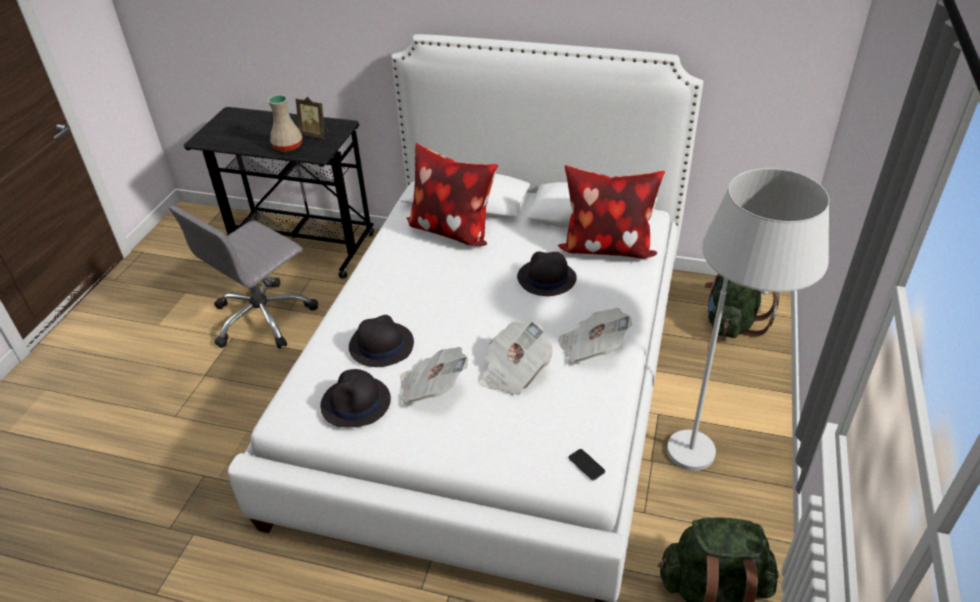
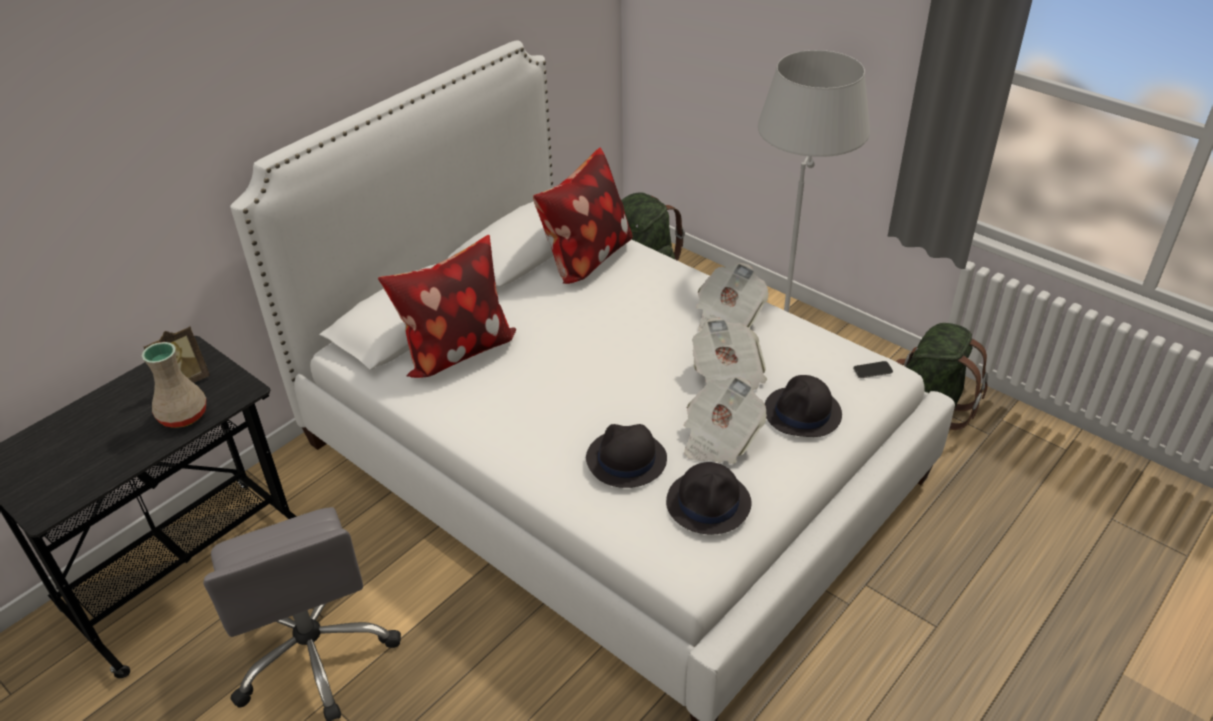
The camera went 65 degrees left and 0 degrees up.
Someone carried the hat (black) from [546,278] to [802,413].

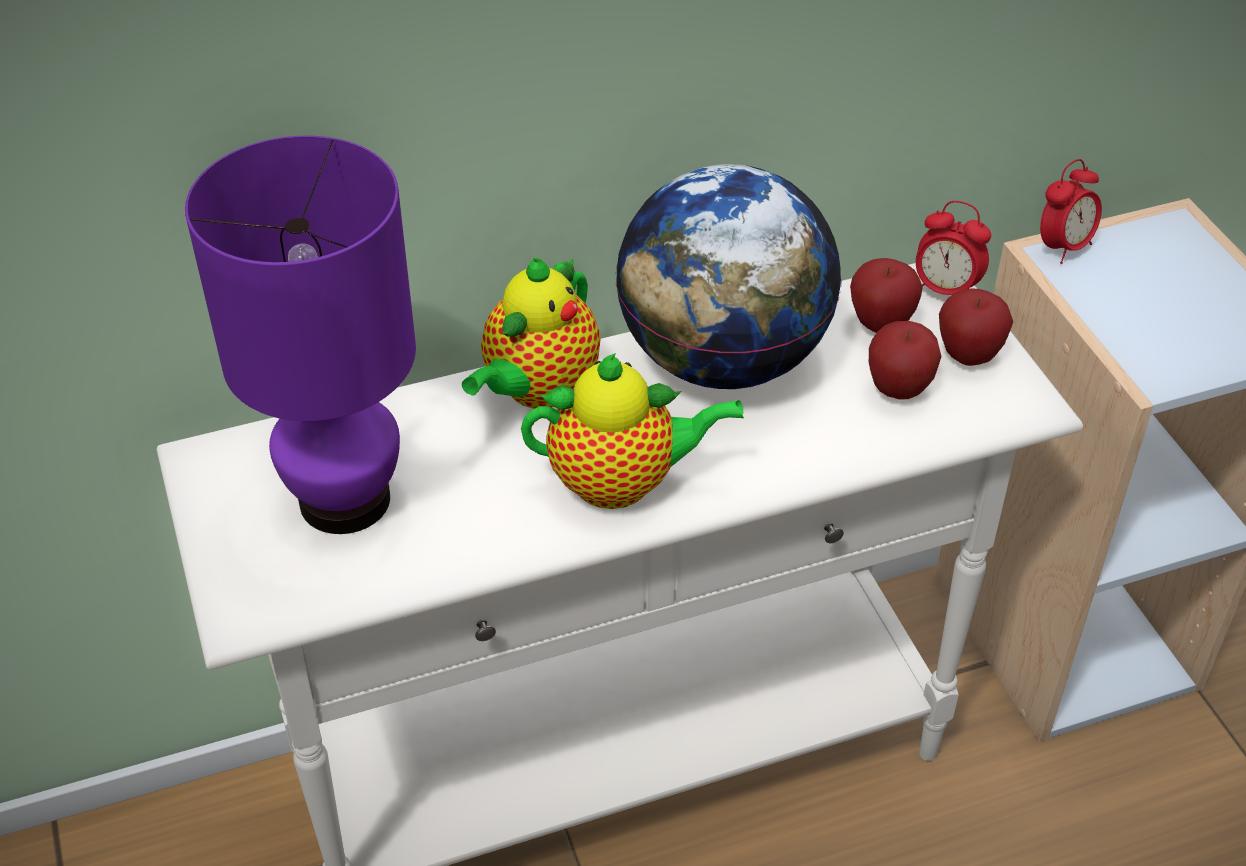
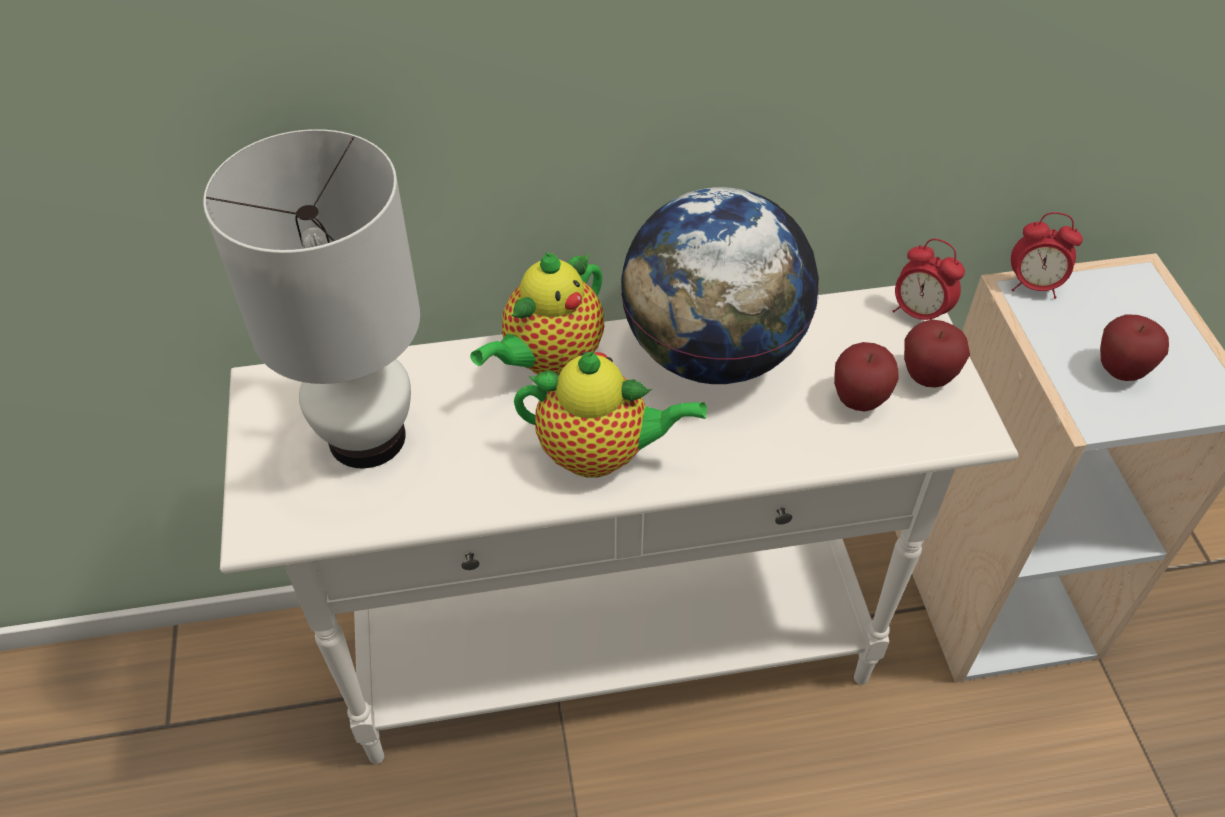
The camera went 10 degrees right and 5 degrees up.
Someone carried the apple from [880,324] to [1120,371].
Someone repainted the table lamp (purple) at [347,499], which became the table lamp (white) at [369,437].
Someone rotated the alarm clock at [1063,247] by 45 degrees clockwise.

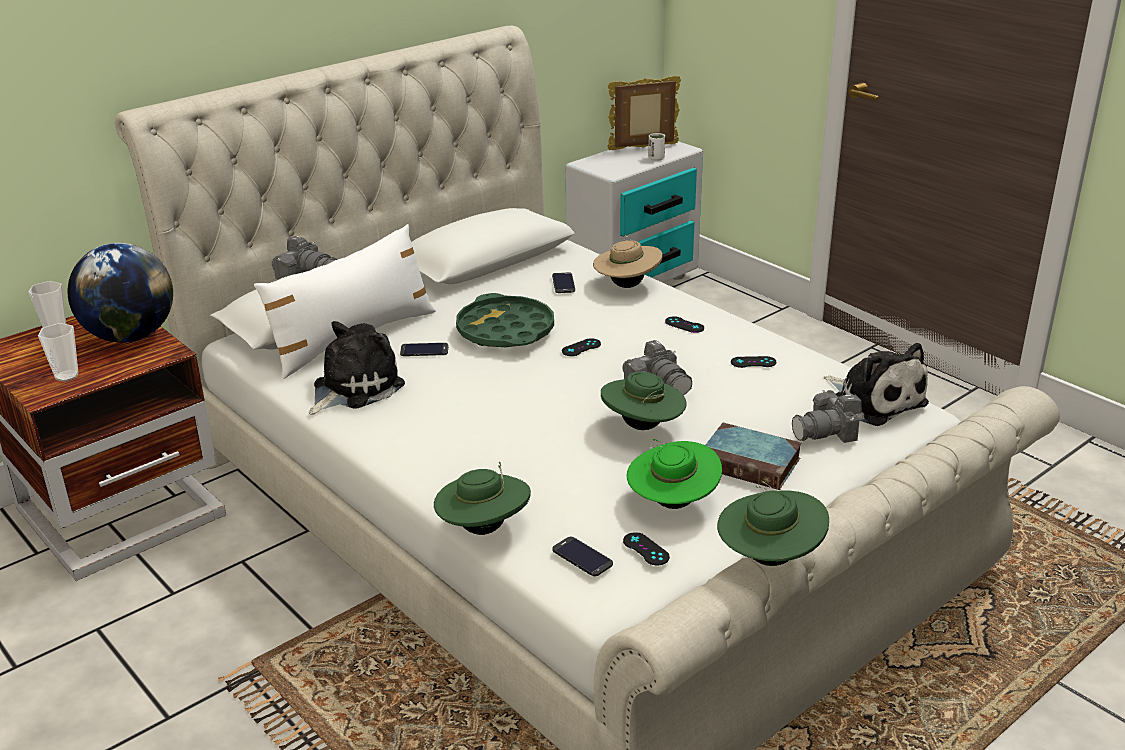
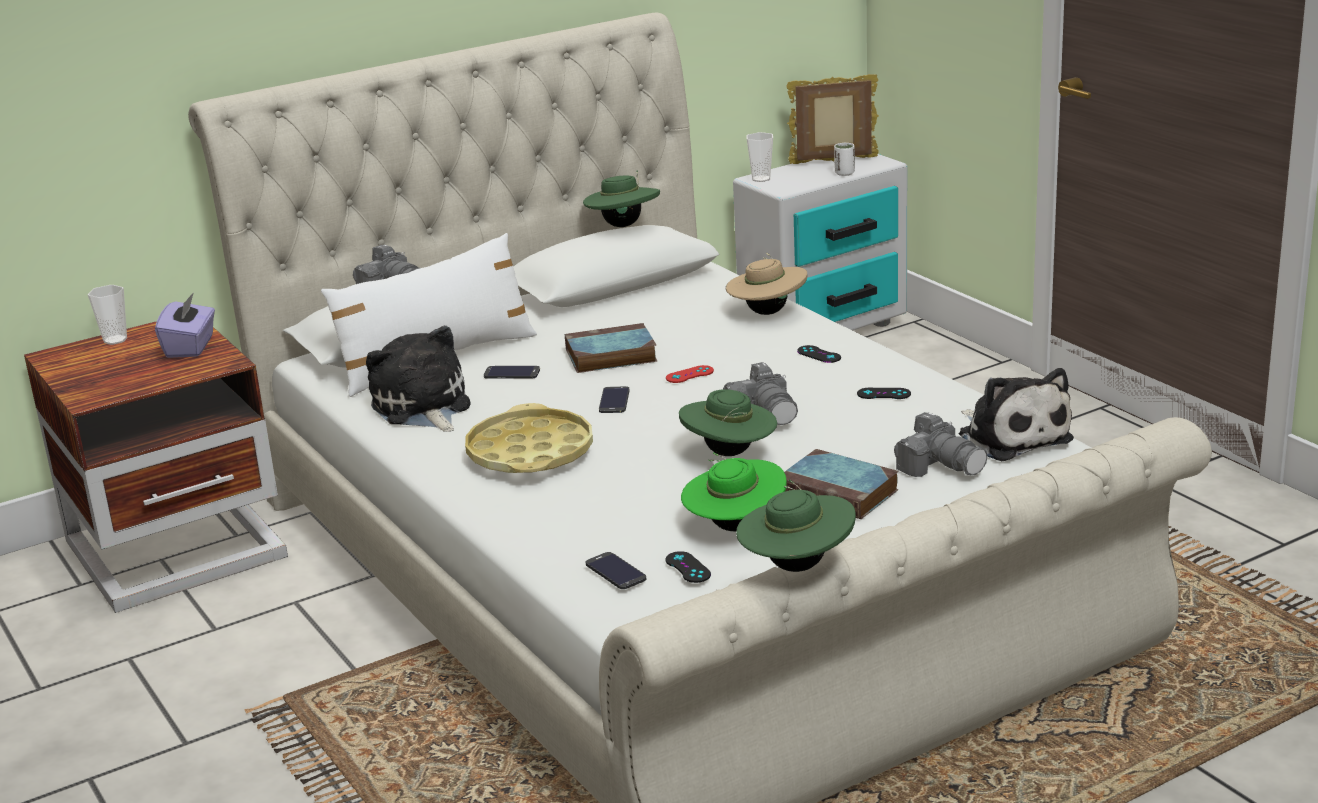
The camera went 10 degrees right and 5 degrees down.
Someone put down the tray (yellow) at [530,453].
Someone carried the cup from [67,376] to [761,179].
Someone carried the hat (green) from [483,528] to [623,225].
Someone carried the phone from [563,283] to [614,400].
Someone swapped the globe at [130,336] for the tissue box (purple) at [190,347].
Someone swapped the tray (green) at [505,331] for the book at [609,356].
Someone repainted the game controller (black) at [581,348], which became the game controller (red) at [689,374].
Someone rotated the plush toy at [353,388] by 75 degrees counterclockwise.
Someone rotated the photo camera at [827,432] by 120 degrees counterclockwise.

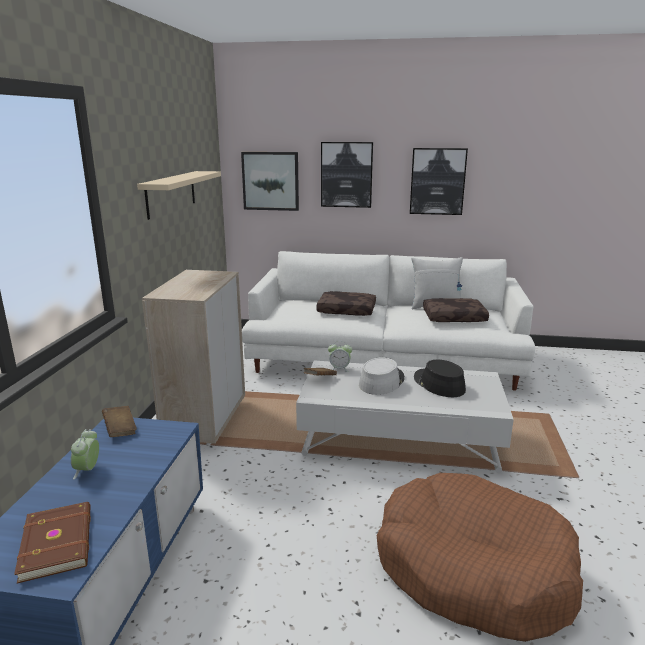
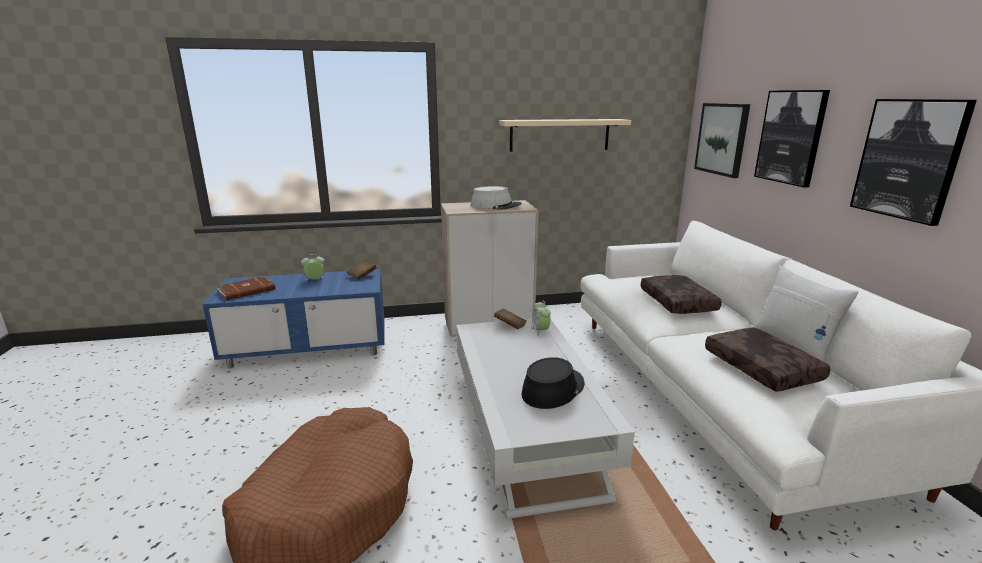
The camera went 70 degrees right and 0 degrees up.
Someone carried the hat (grey) from [381,381] to [495,206].

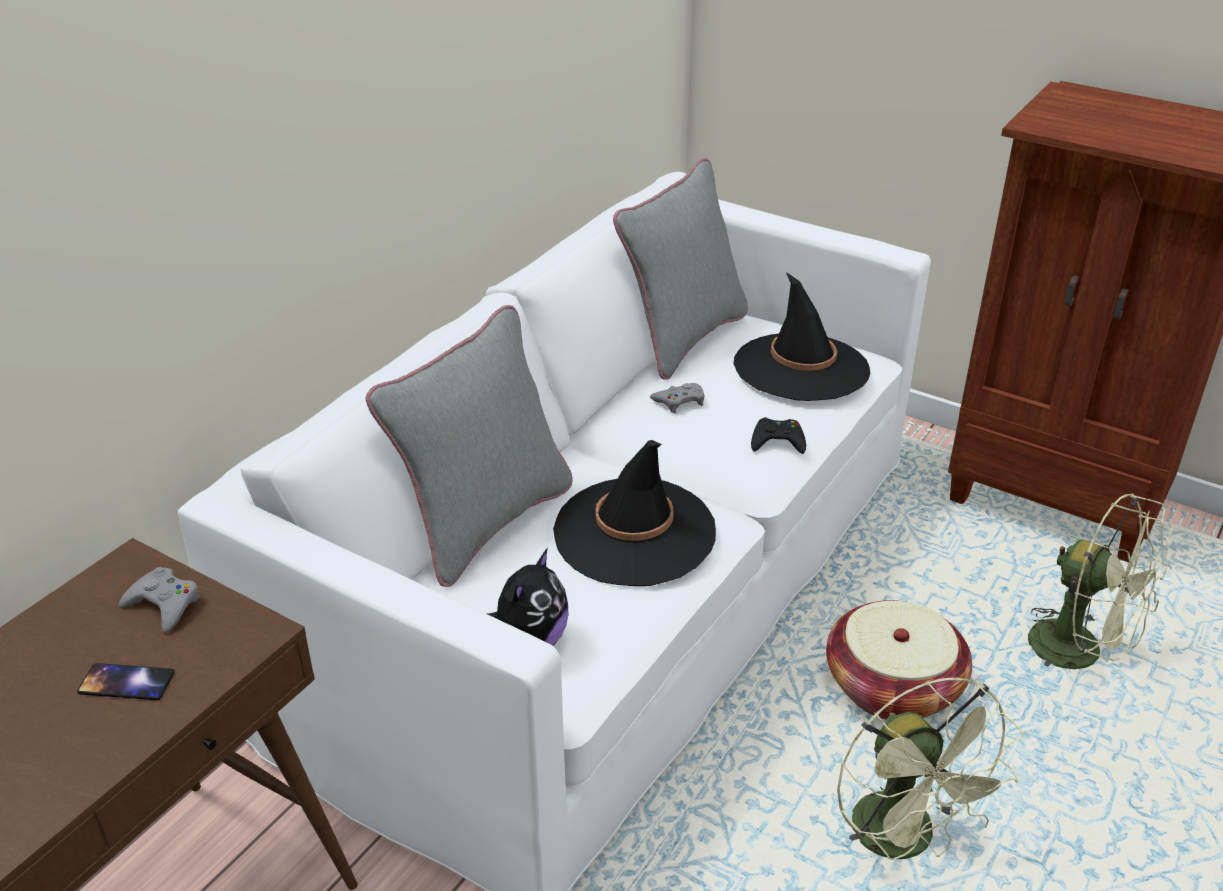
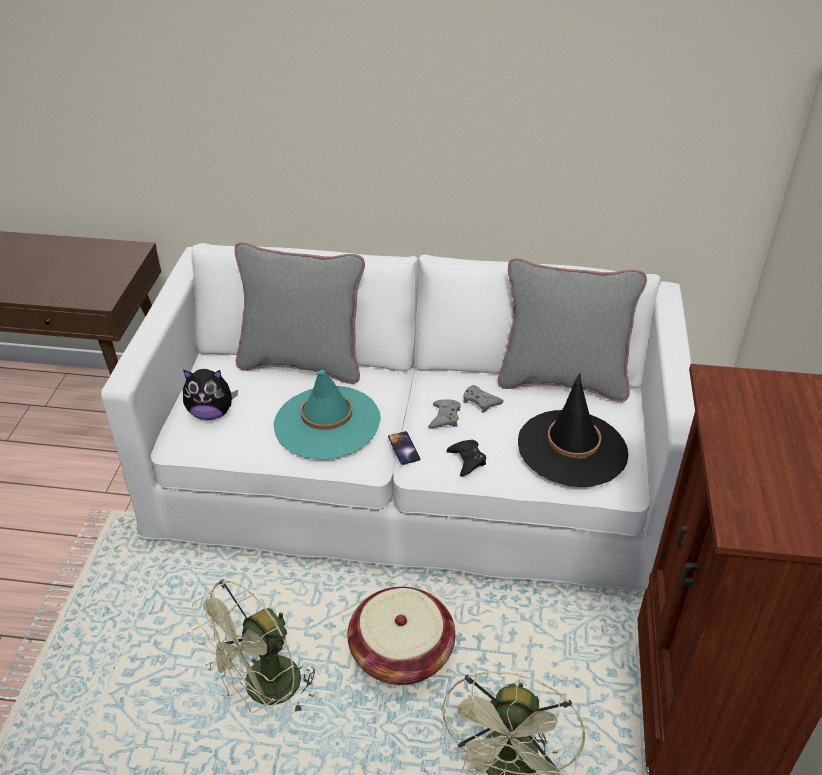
The camera went 65 degrees right and 5 degrees up.
Someone carried the phone from [126,683] to [403,448].
Someone carried the game controller (grey) from [164,605] to [444,417].
Someone repainted the hat (black) at [634,532], which became the hat (turquoise) at [327,423].

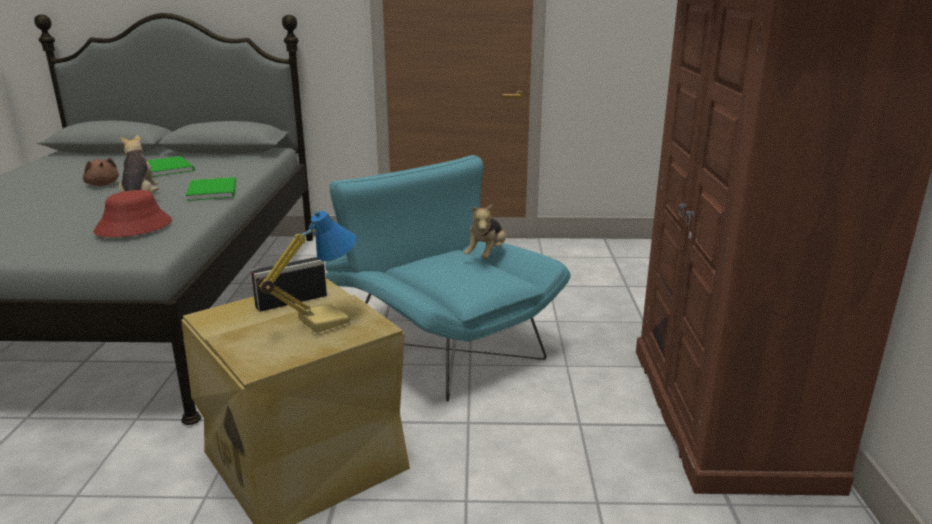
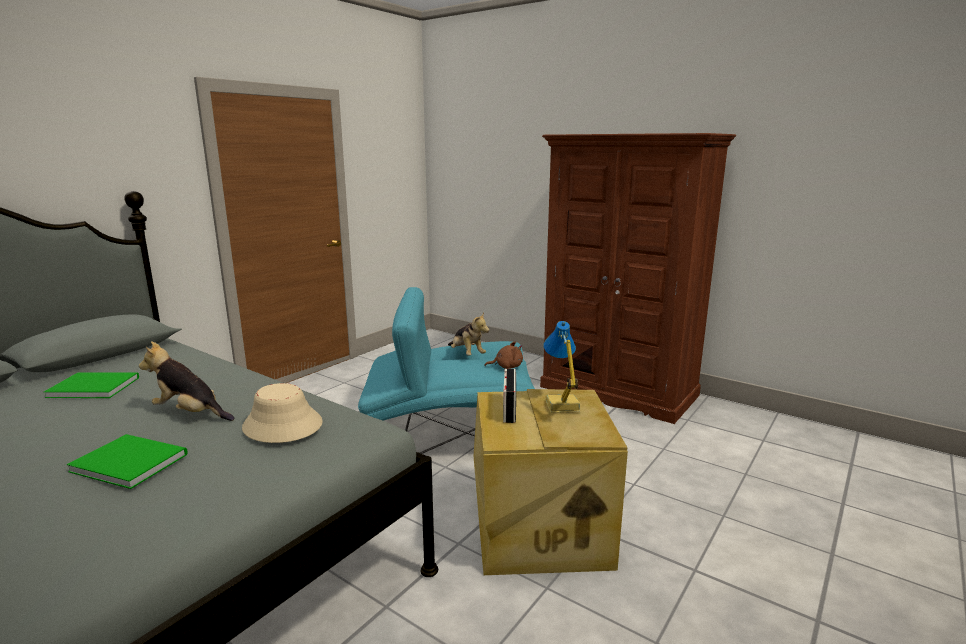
The camera went 55 degrees left and 5 degrees down.
Someone carried the plush toy (brown) from [102,184] to [506,367].
Someone carried the book (green) from [214,190] to [129,461].
Someone repainted the hat (red) at [134,227], which became the hat (beige) at [282,425].

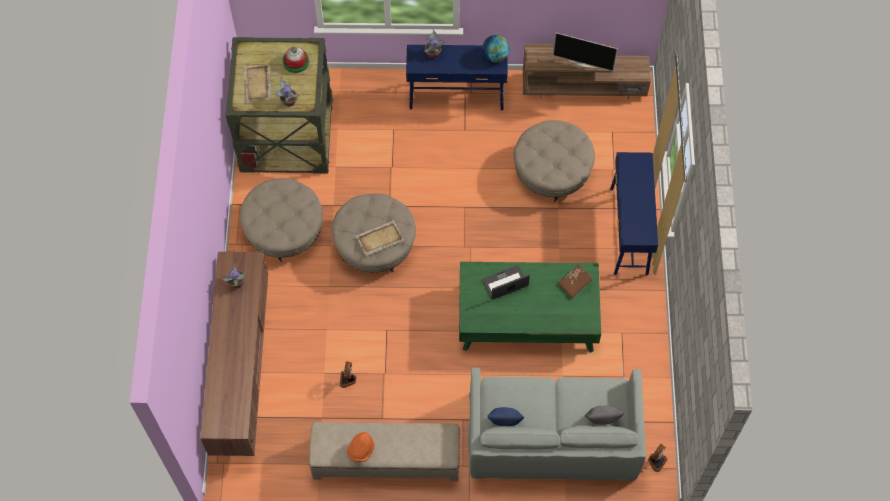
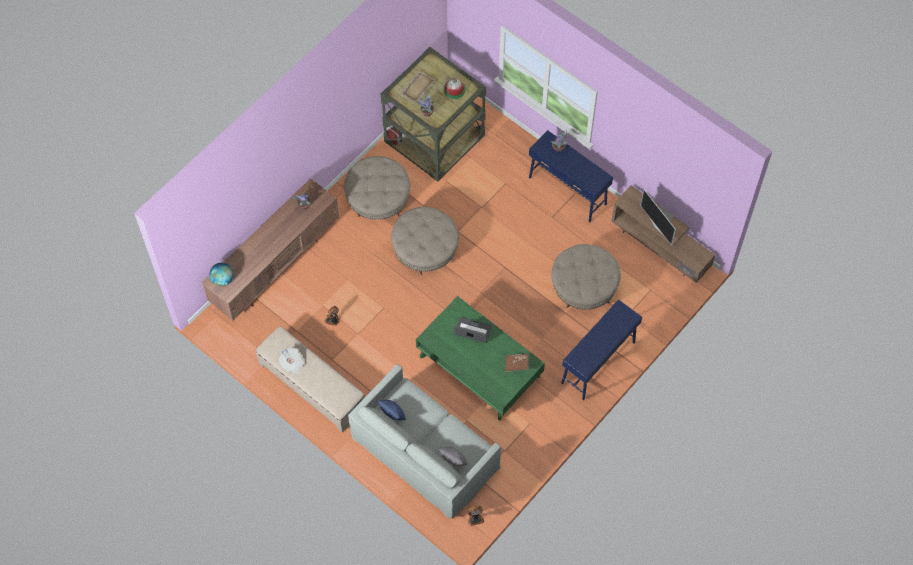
The camera went 40 degrees right and 0 degrees up.
Someone took away the tray (beige) at [379,239].
Someone carried the globe from [495,56] to [223,279].
Someone swapped the hat (orange) at [361,450] for the newspaper at [292,364].

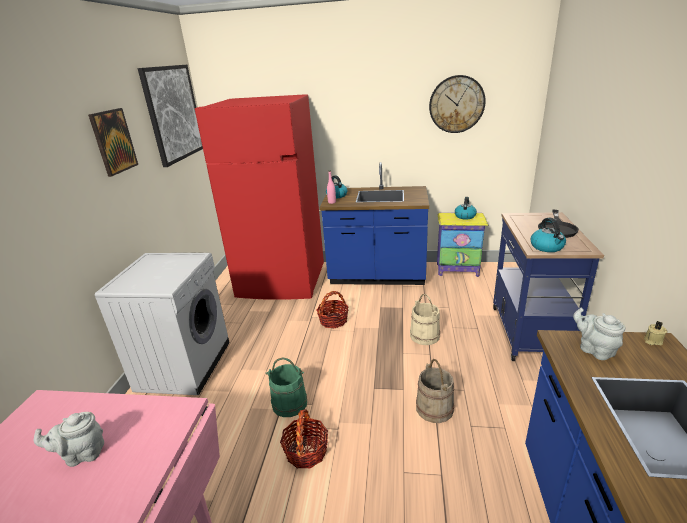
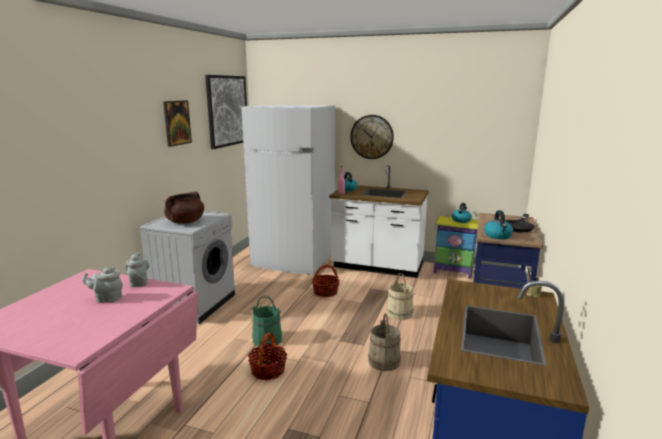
The camera went 10 degrees right and 10 degrees down.
Someone put down the cooking pot (brown) at [185,222].
Someone carried the wall clock from [456,104] to [371,137].
Someone carried the teapot (grey) from [594,350] to [139,282].
Someone repainted the fridge (red) at [282,279], which became the fridge (white) at [294,258].
Someone repainted the counter (blue) at [377,276], which became the counter (white) at [377,267].

